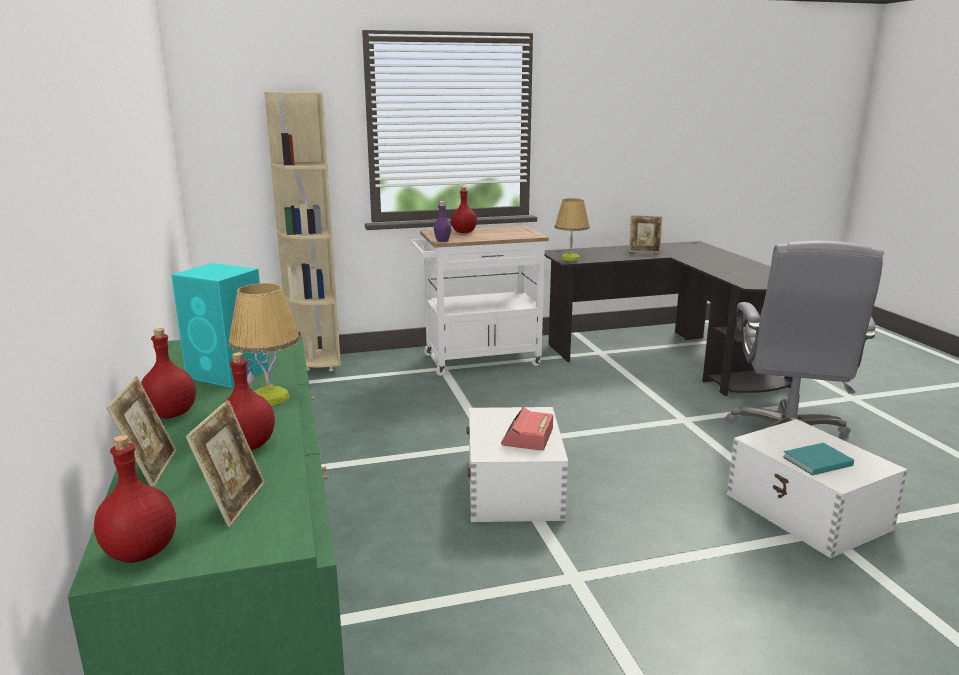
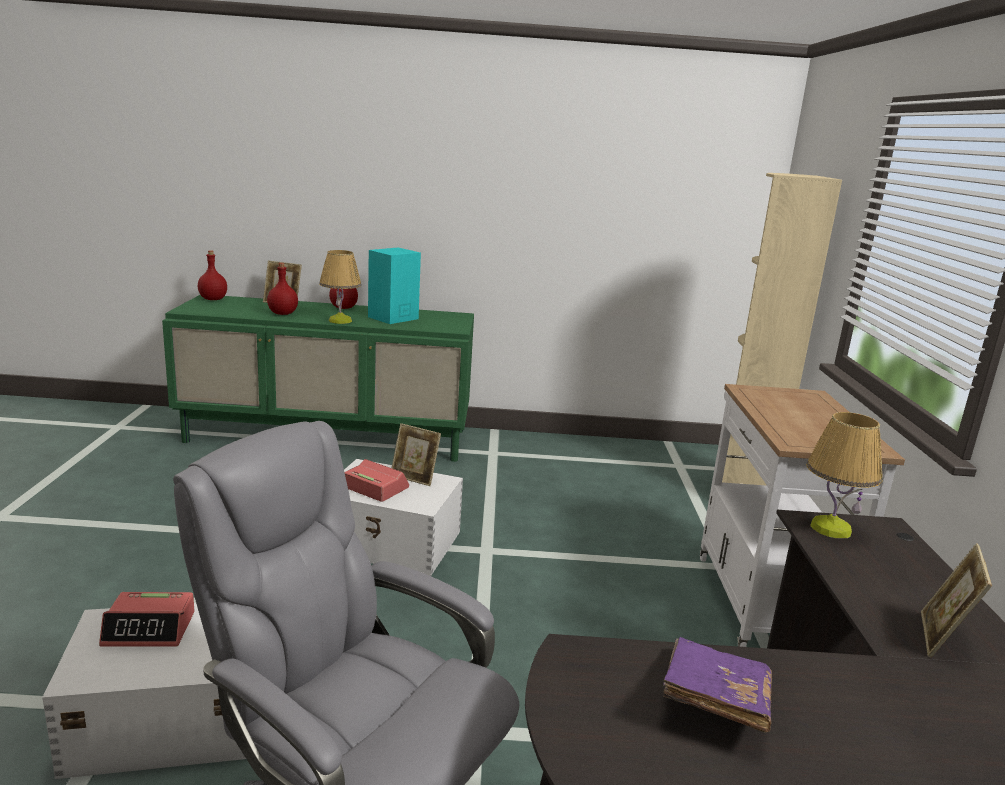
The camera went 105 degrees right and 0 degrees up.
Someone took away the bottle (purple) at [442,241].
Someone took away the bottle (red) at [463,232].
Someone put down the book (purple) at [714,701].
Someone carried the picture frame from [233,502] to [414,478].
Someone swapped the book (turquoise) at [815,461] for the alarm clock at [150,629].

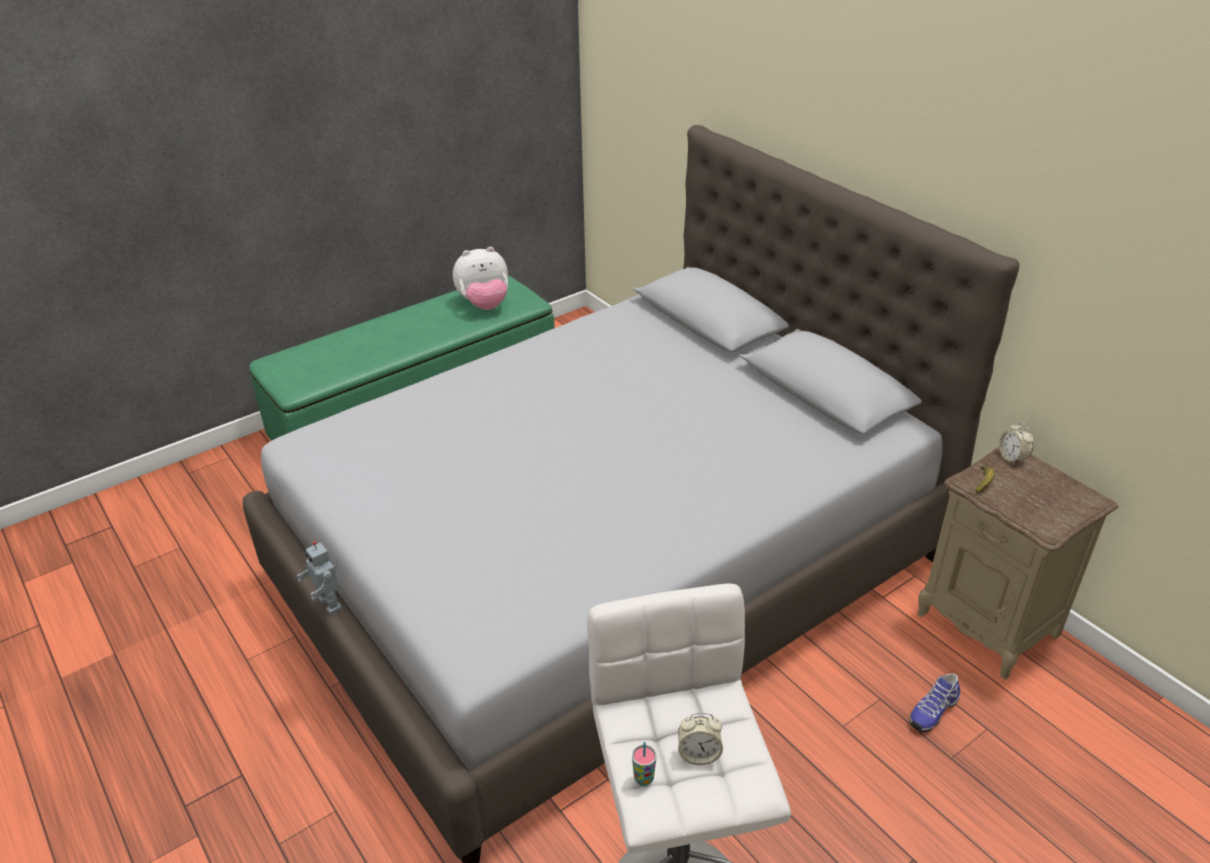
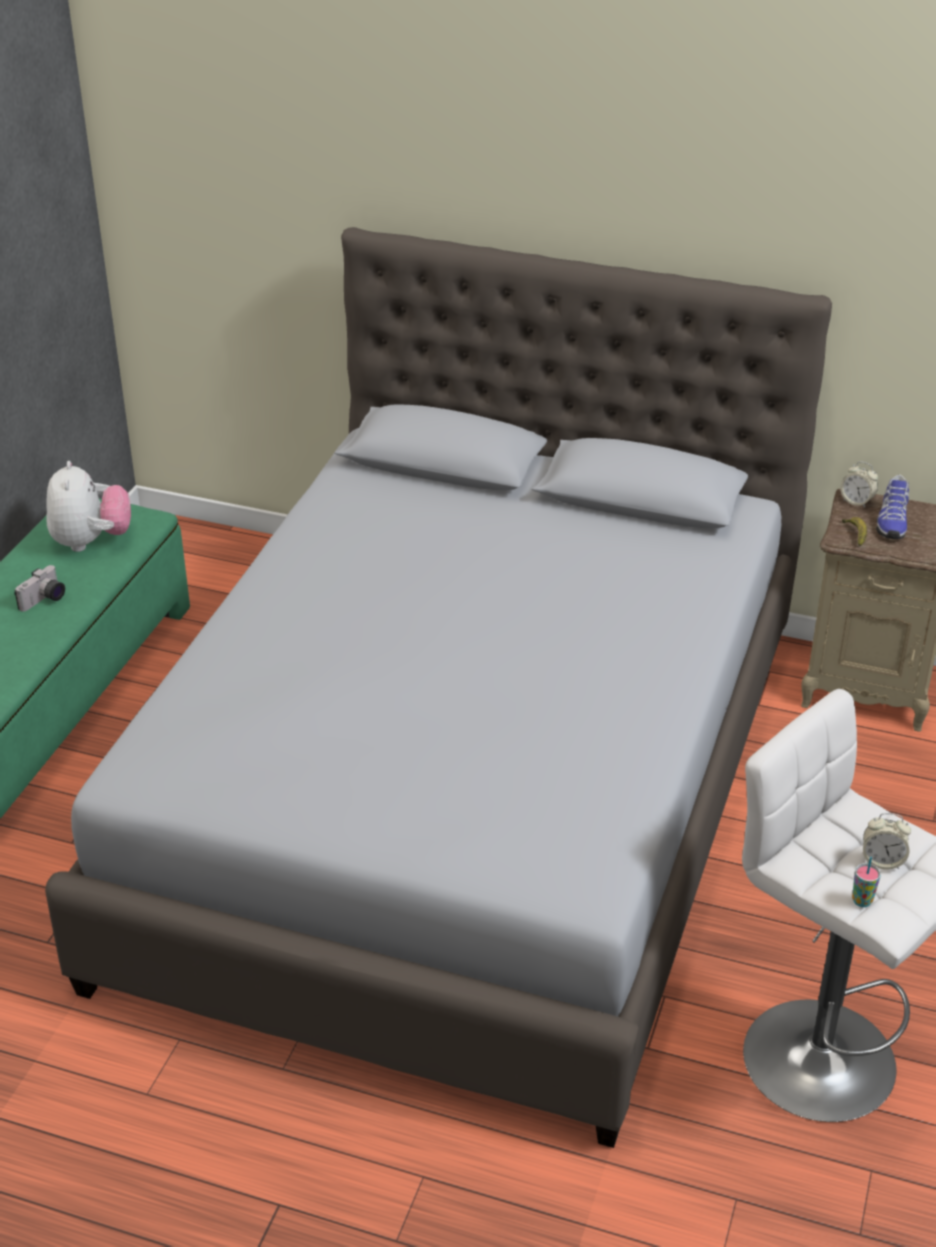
The camera went 35 degrees left and 0 degrees up.
Someone took away the toy robot at [332,604].
Someone put down the photo camera at [44,600].
Someone carried the shoe from [932,711] to [891,522].
Someone rotated the plush toy at [484,305] by 45 degrees counterclockwise.
Someone rotated the alarm clock at [698,754] by 45 degrees clockwise.

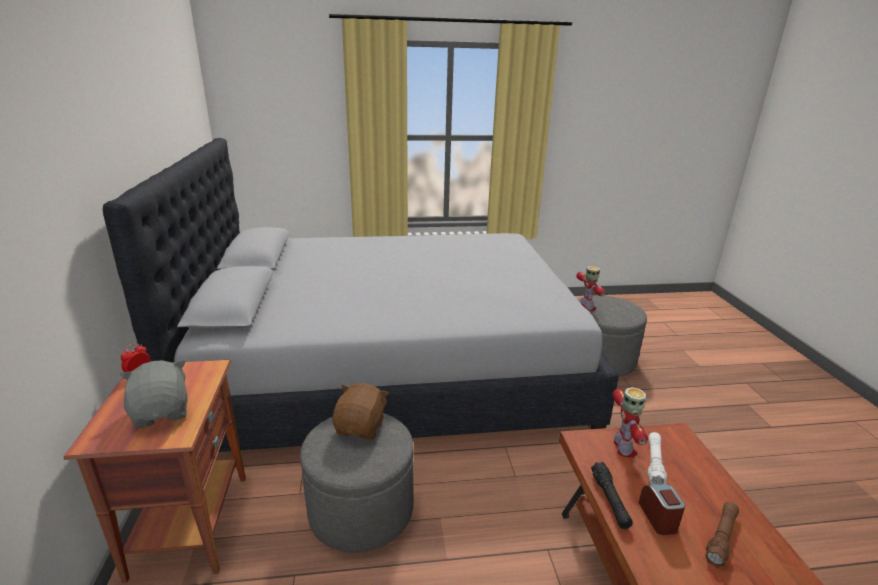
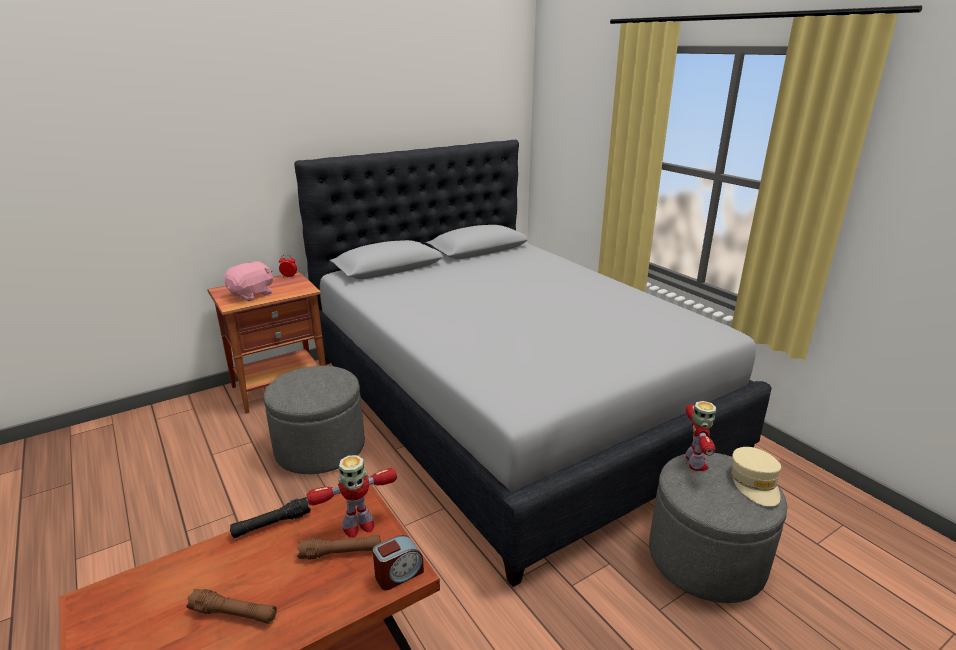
The camera went 65 degrees right and 0 degrees up.
Someone took away the plush toy (brown) at [361,427].
Someone put down the cap (beige) at [754,483].
Someone carried the alarm clock from [658,517] to [398,574].
Someone repainted the plush toy (grey) at [162,412], which became the plush toy (pink) at [252,294].
Someone repainted the flashlight (white) at [654,463], which became the flashlight (brown) at [340,553].
Someone rotated the toy robot at [587,307] by 45 degrees counterclockwise.

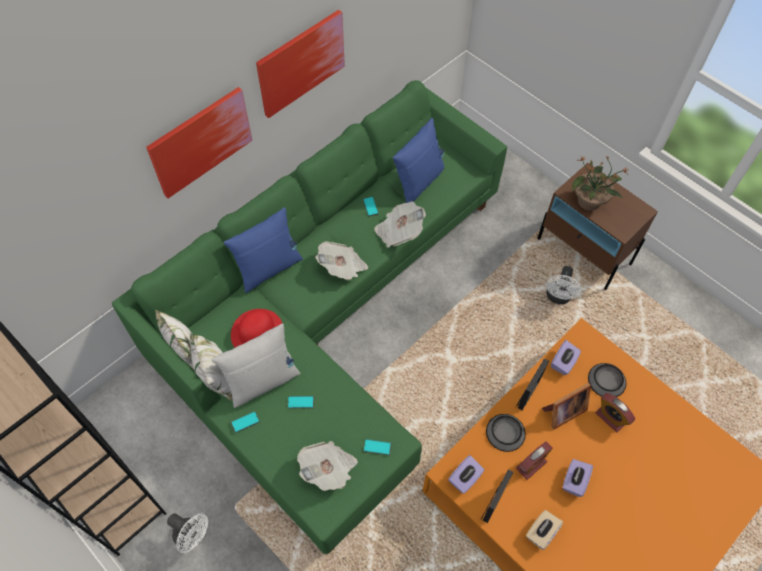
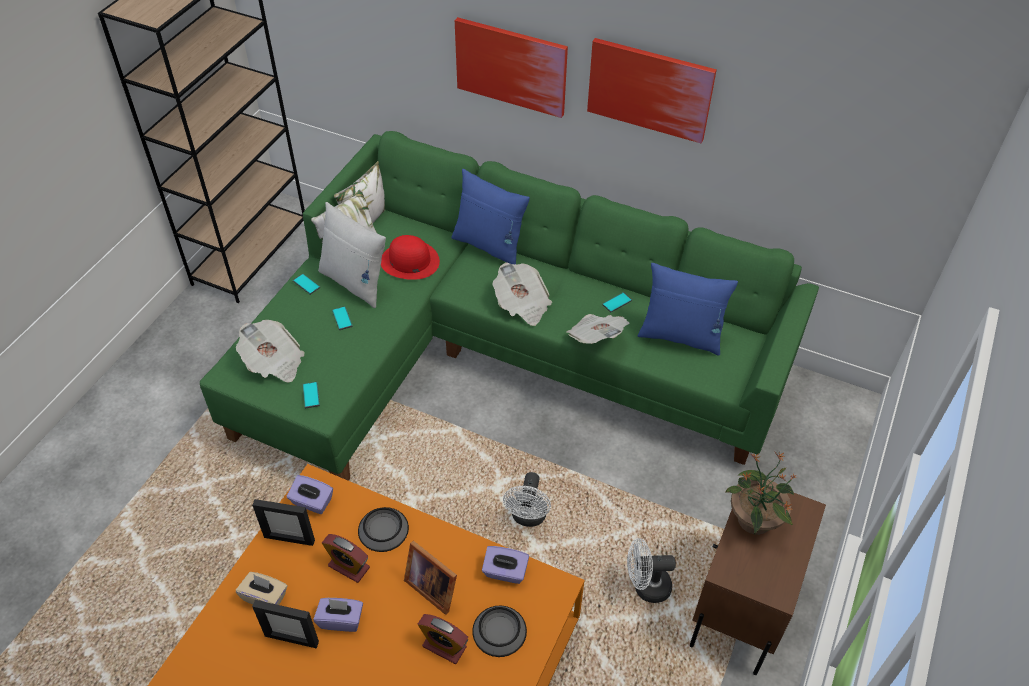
The camera went 70 degrees right and 10 degrees down.
Someone carried the fan (white) from [193,537] to [528,517].
Someone carried the picture frame from [528,393] to [292,638].
Someone rotated the alarm clock at [610,418] by 90 degrees counterclockwise.

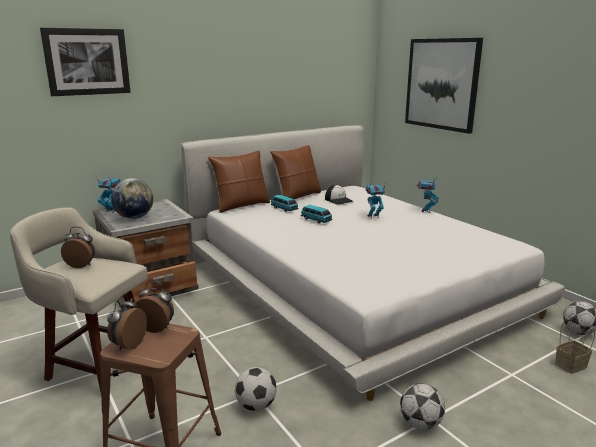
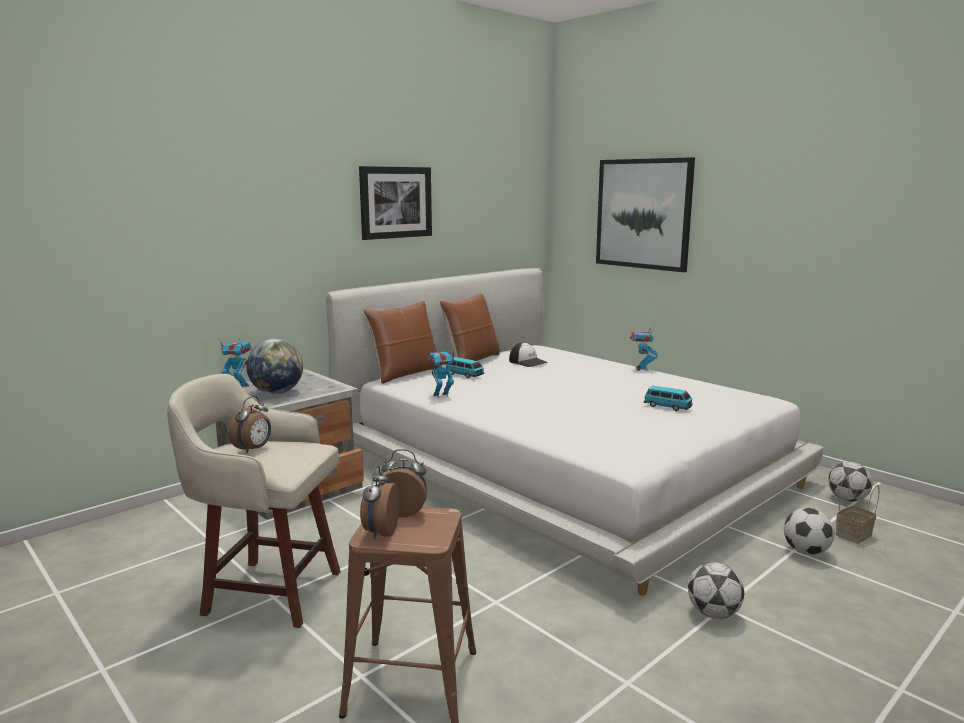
The camera went 10 degrees left and 5 degrees down.
Someone carried the picture from [87,62] to [395,202].
Someone carried the football from [256,405] to [806,551].
Someone carried the toy car from [316,220] to [667,407].
Someone carried the toy robot from [373,216] to [441,396].
Someone rotated the alarm clock at [82,265] by 120 degrees clockwise.

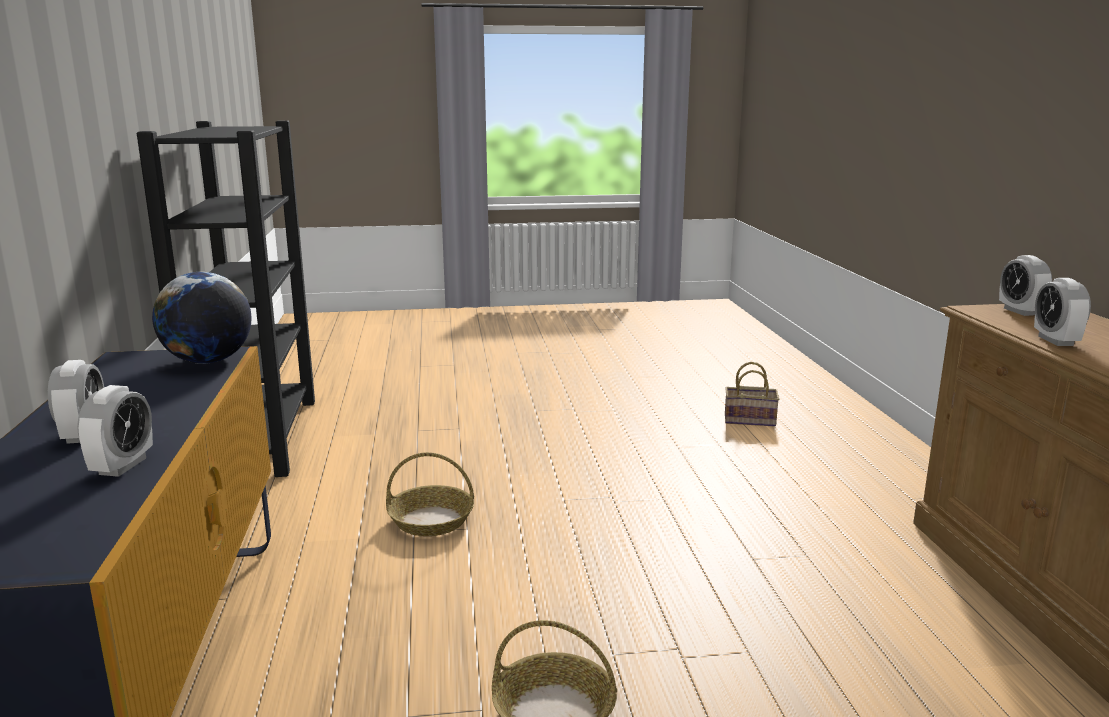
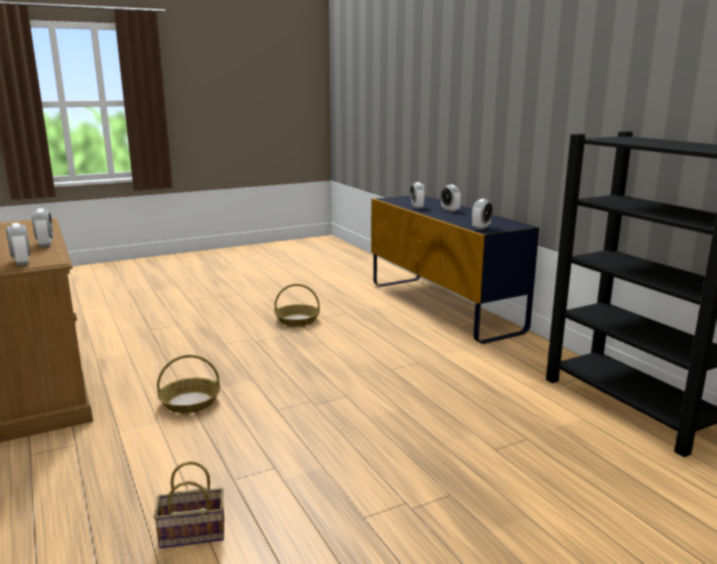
The camera went 160 degrees right and 0 degrees up.
Someone carried the basket from [431,520] to [190,402].
Someone swapped the globe at [208,361] for the alarm clock at [481,228].

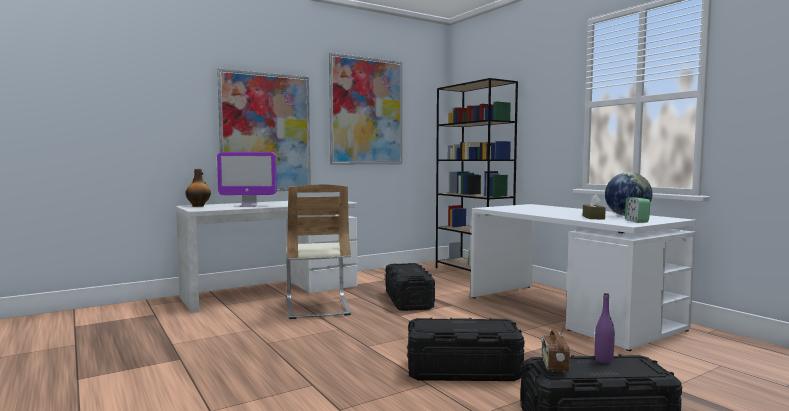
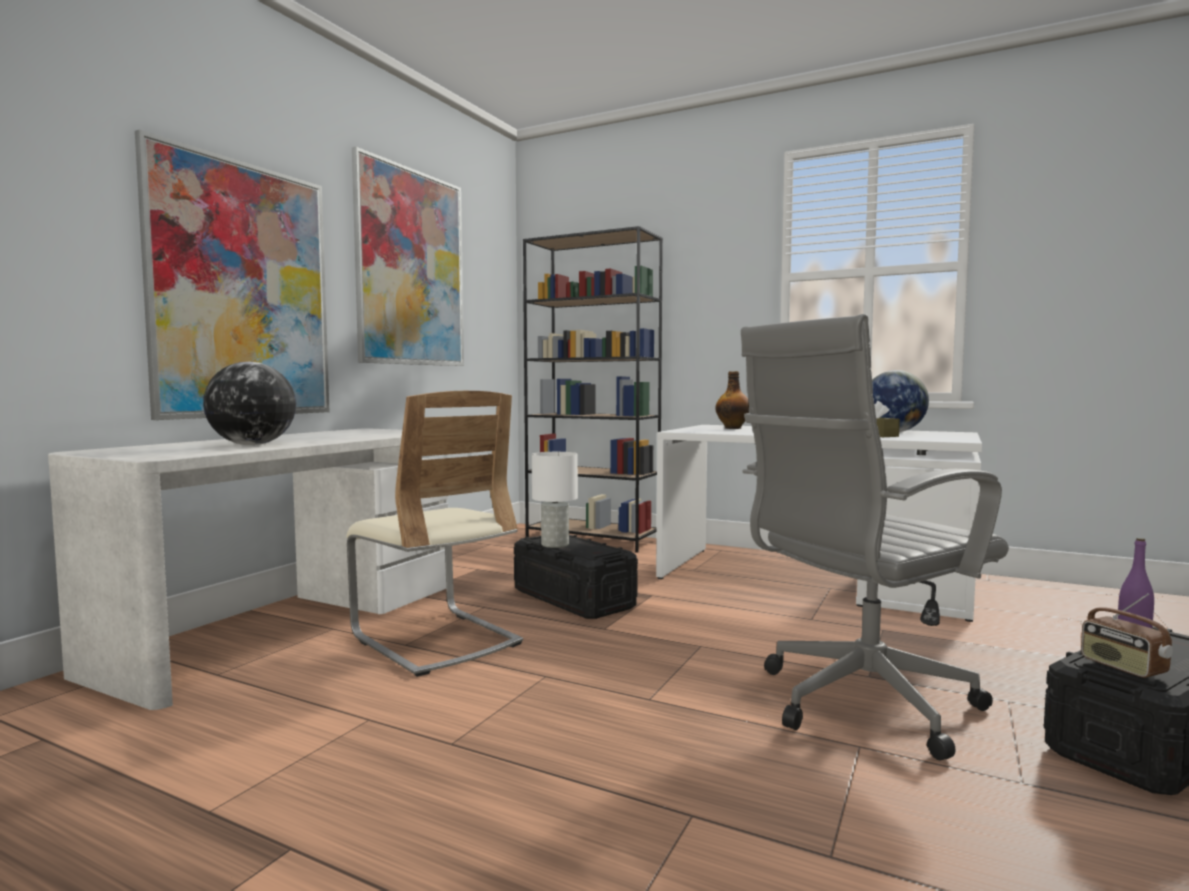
The camera went 30 degrees left and 0 degrees up.
Someone took away the alarm clock at [636,221].
Someone put down the table lamp (white) at [554,544].
Someone carried the bottle from [198,206] to [733,428].
Someone swapped the monitor at [248,206] for the globe at [252,445].
Someone swapped the storage box (black) at [462,370] for the office chair (grey) at [859,705].

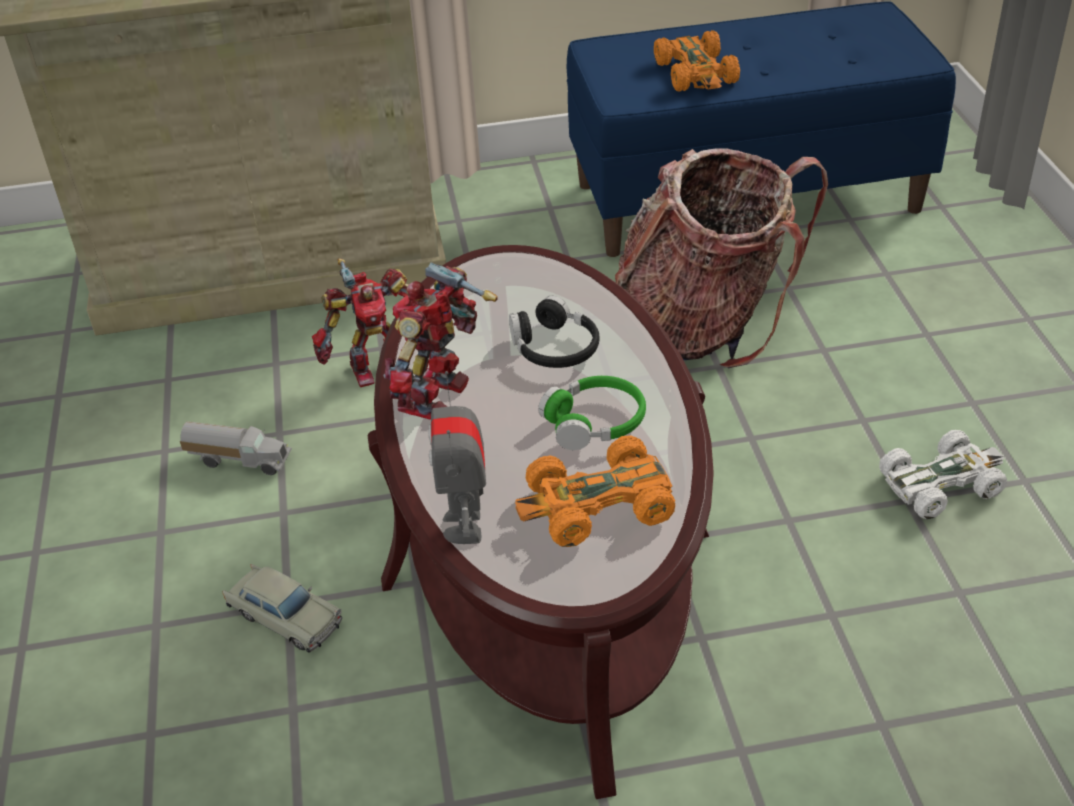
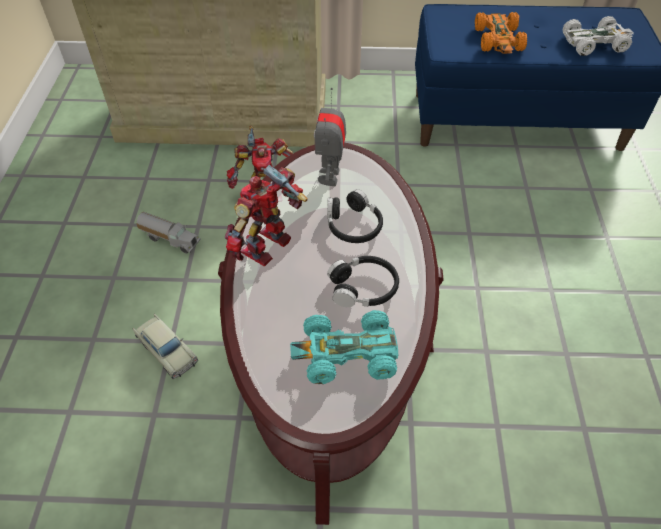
The camera went 10 degrees right and 10 degrees up.
Someone took away the backpack at [705,326].
Someone carried the toy robot from [465,525] to [330,176].
Someone carried the toy car (white) from [941,484] to [594,43].
Someone repainted the toy car (orange) at [597,506], which became the toy car (turquoise) at [346,354].
Someone repainted the headphones (green) at [595,422], which became the headphones (black) at [363,288].

